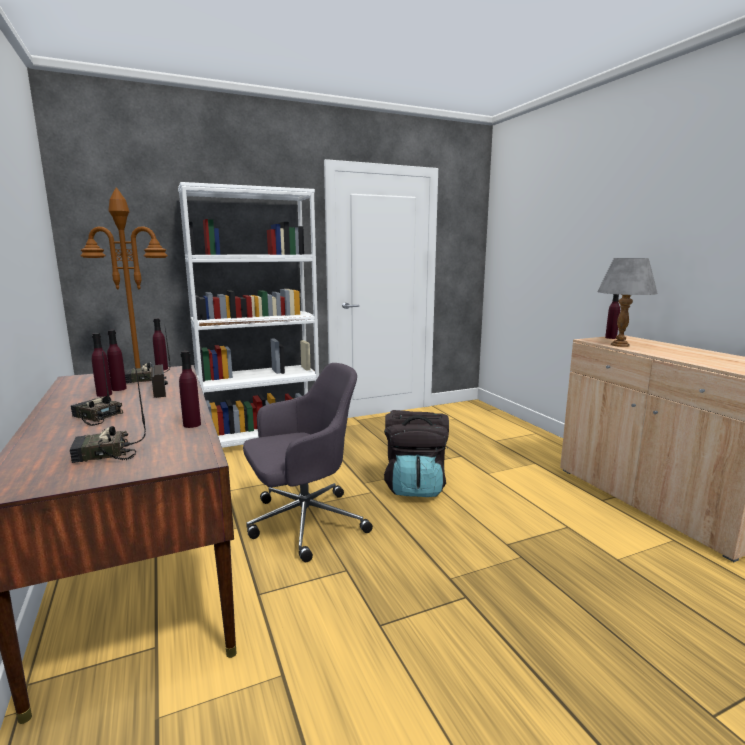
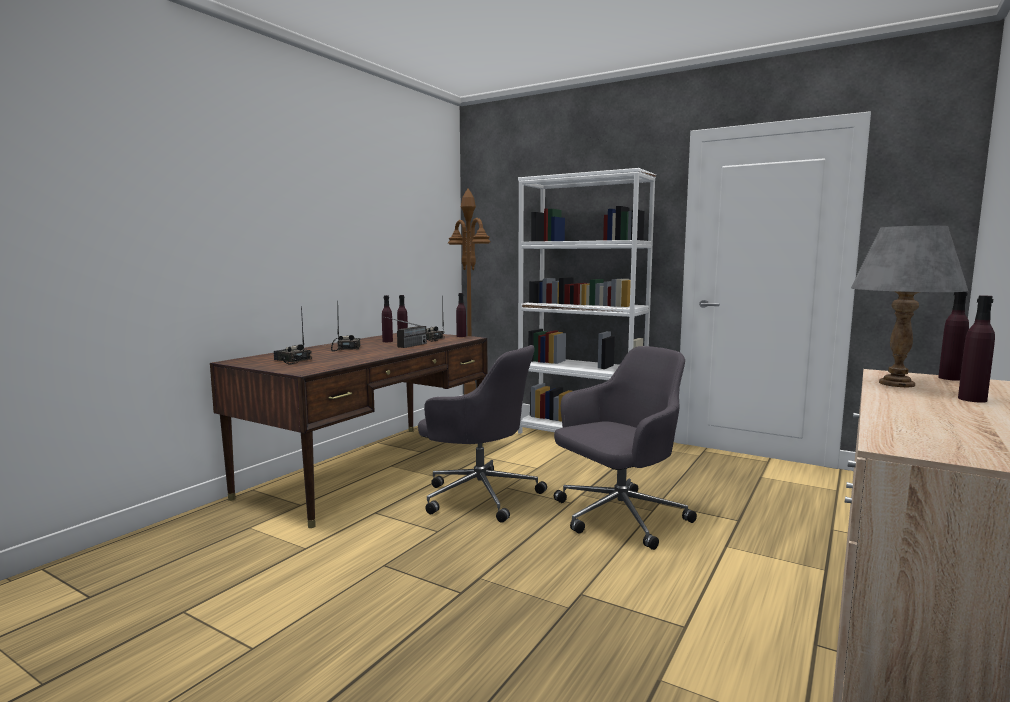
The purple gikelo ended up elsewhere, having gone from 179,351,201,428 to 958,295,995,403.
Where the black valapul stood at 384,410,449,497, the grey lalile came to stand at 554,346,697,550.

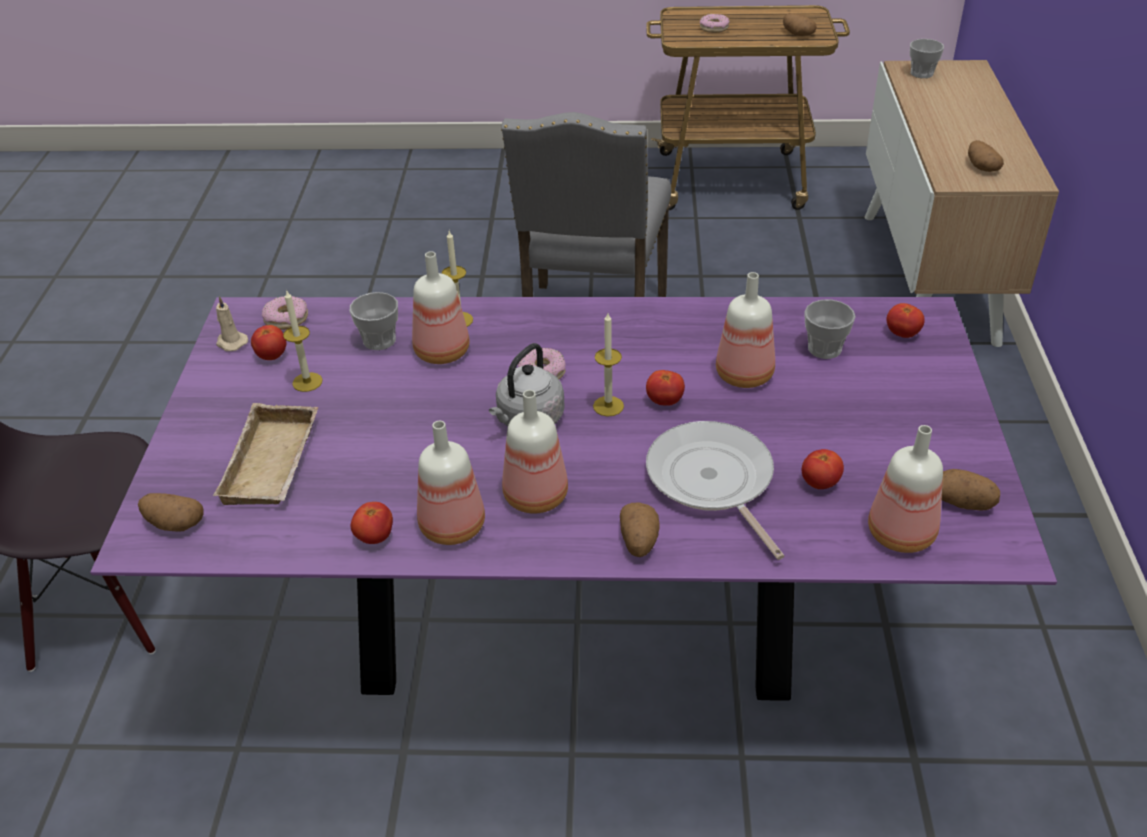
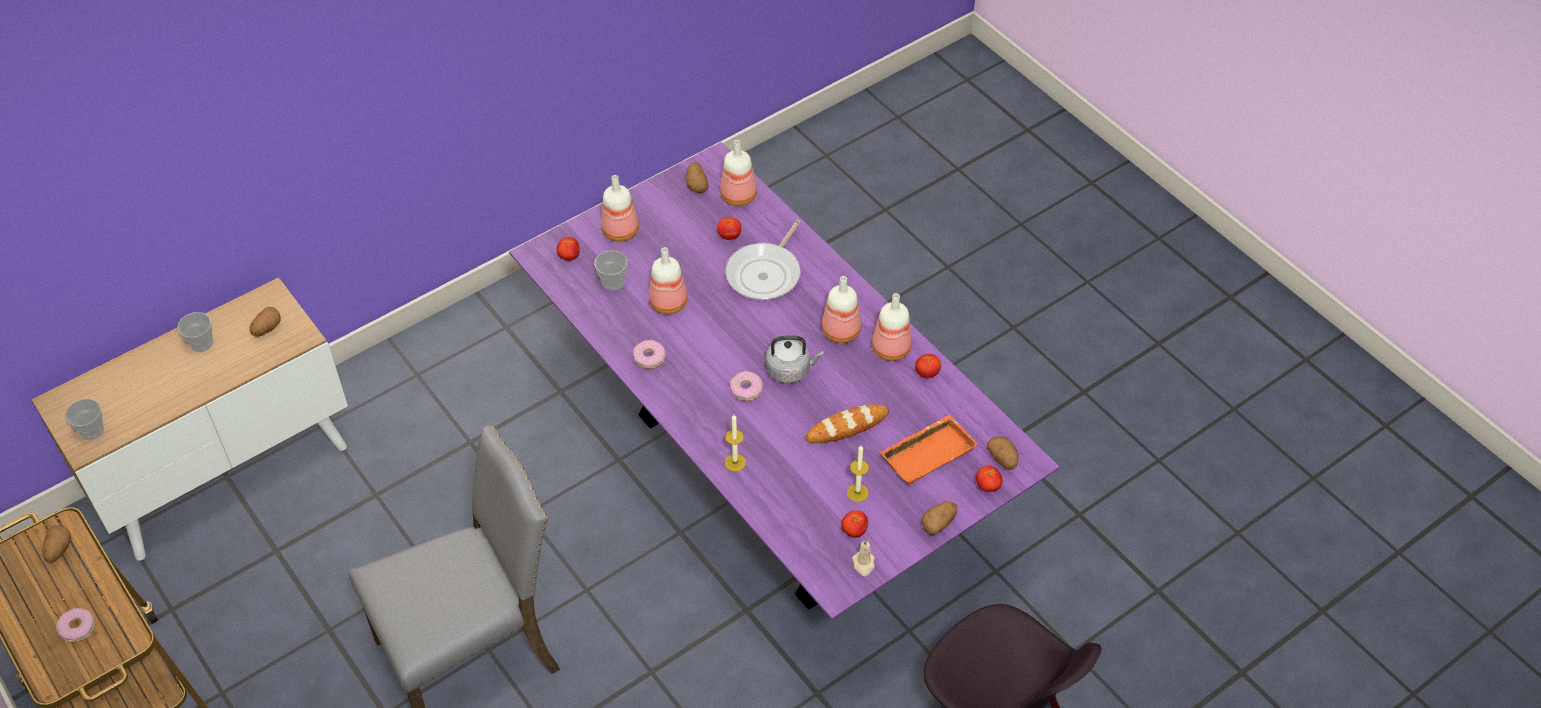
What was the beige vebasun at 213,403,318,505 turned into the orange vebasun at 880,415,977,485.
The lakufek ended up elsewhere, having gone from 262,296,308,330 to 633,340,666,369.
The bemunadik ended up elsewhere, having gone from 350,292,398,350 to 177,312,213,352.
The gikelo ended up elsewhere, having gone from 412,251,470,364 to 601,175,639,242.
The second view lost the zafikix at 593,313,624,417.
The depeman ended up elsewhere, having gone from 620,503,660,557 to 922,501,957,535.
The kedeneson ended up elsewhere, having gone from 646,370,685,406 to 976,465,1002,492.
The second view gained the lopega at 806,404,889,443.

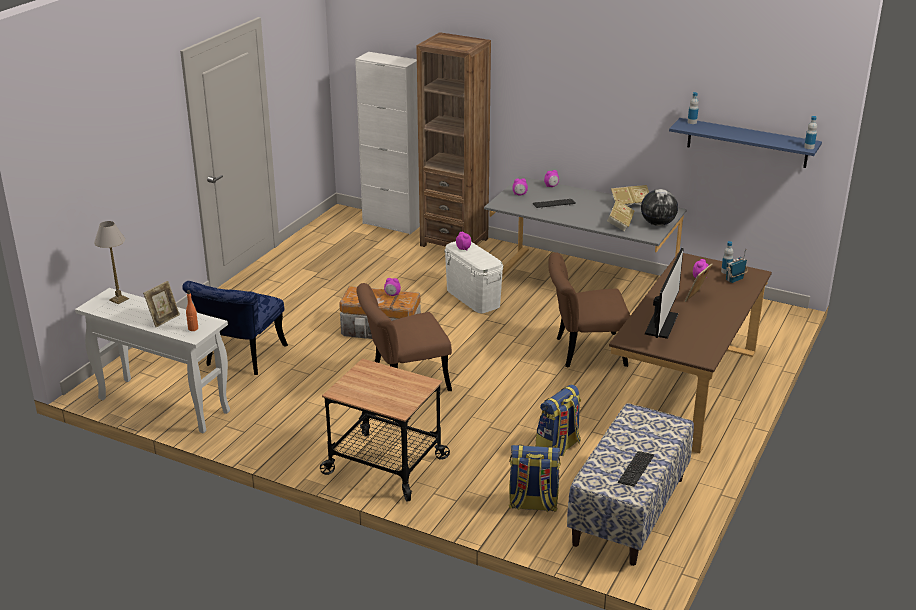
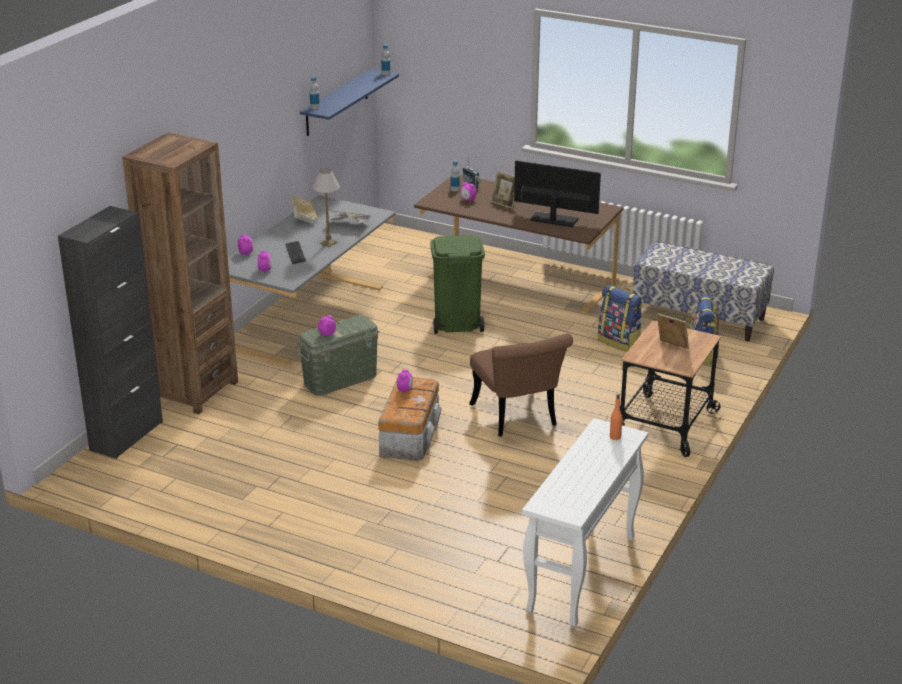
The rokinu ended up elsewhere, having gone from 94,221,129,304 to 312,169,340,247.
The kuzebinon ended up elsewhere, having gone from 143,281,180,328 to 657,313,689,349.
The second view lost the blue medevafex at 182,281,288,375.
What was the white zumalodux at 355,52,420,235 turned into the black zumalodux at 58,206,163,459.
What was the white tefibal at 444,241,503,313 turned into the green tefibal at 298,315,379,396.
Where the brown medevafex stood at 549,252,630,368, the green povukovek came to stand at 430,235,485,334.
The second view lost the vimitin at 618,451,654,487.
The second view lost the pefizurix at 641,189,678,226.

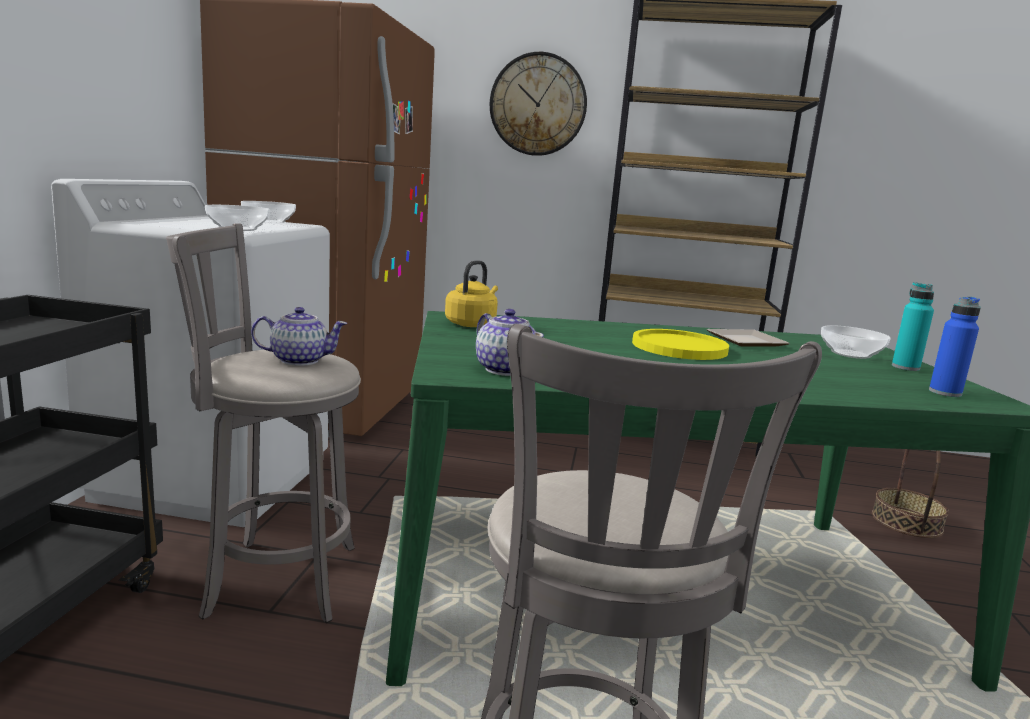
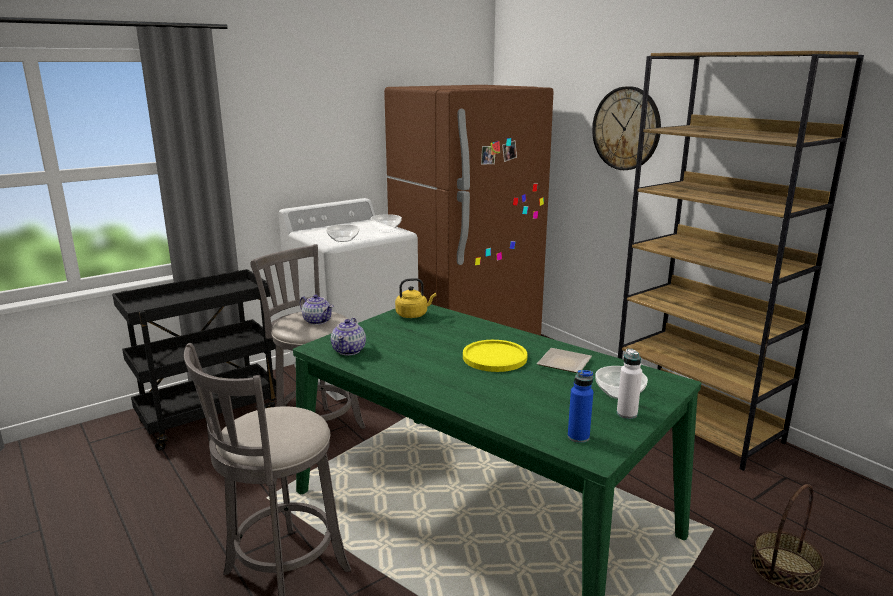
What was the turquoise gikelo at 892,282,934,371 turned into the white gikelo at 617,348,642,419.

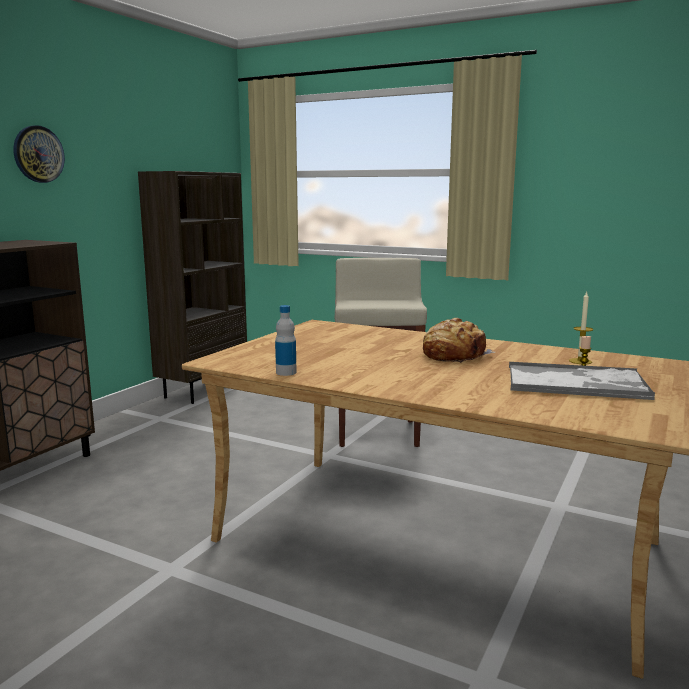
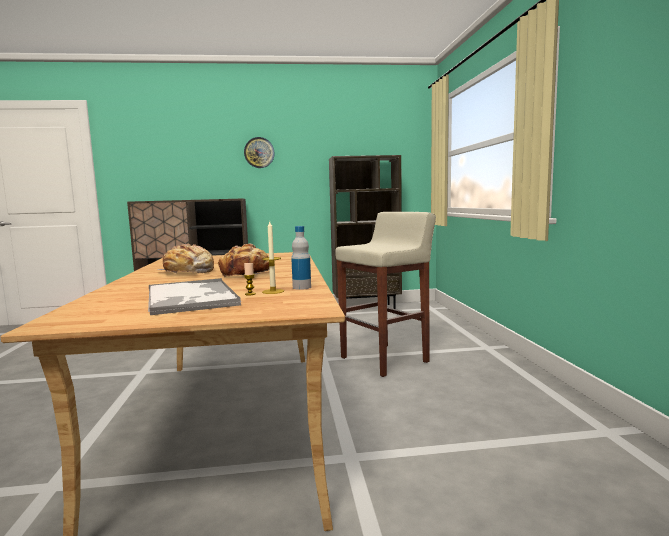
The gikelo ended up elsewhere, having gone from 275,305,297,376 to 291,226,311,290.
The second view gained the lopega at 157,244,214,274.

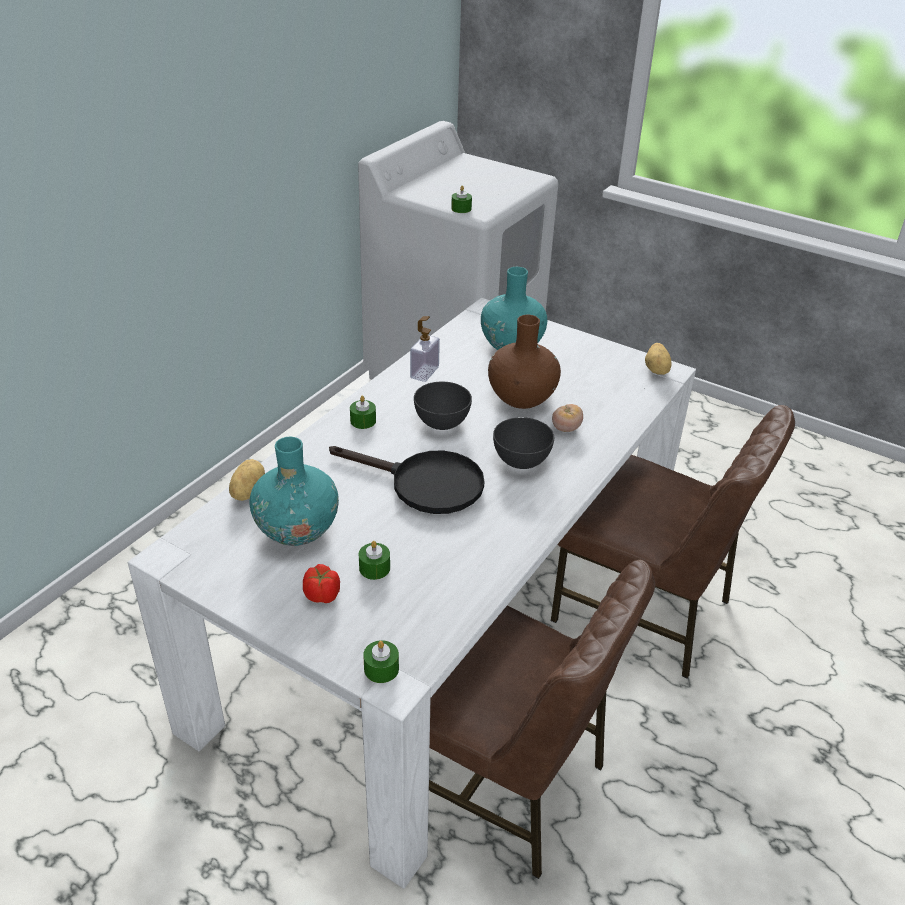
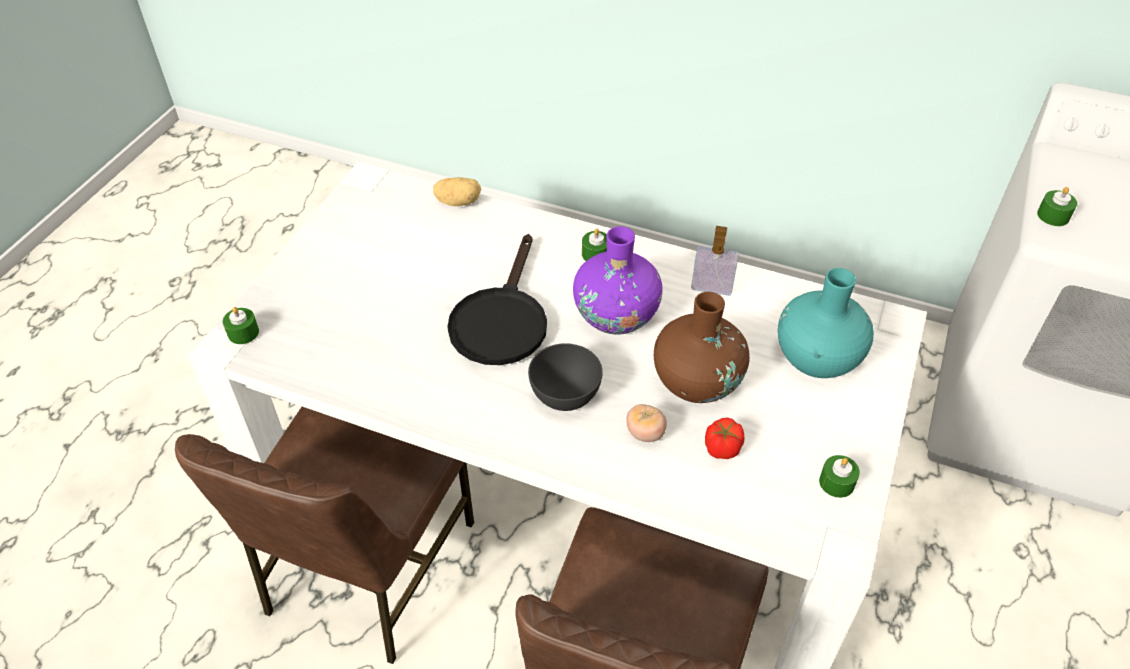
The second view lost the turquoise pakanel at 249,437,339,546.
The kedeneson ended up elsewhere, having gone from 303,564,340,603 to 705,417,744,459.
The green zafikix ended up elsewhere, having gone from 359,541,390,580 to 819,455,860,498.
Where the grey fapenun stood at 414,382,472,430, the purple pakanel came to stand at 573,226,663,335.
The second view lost the depeman at 645,343,671,375.

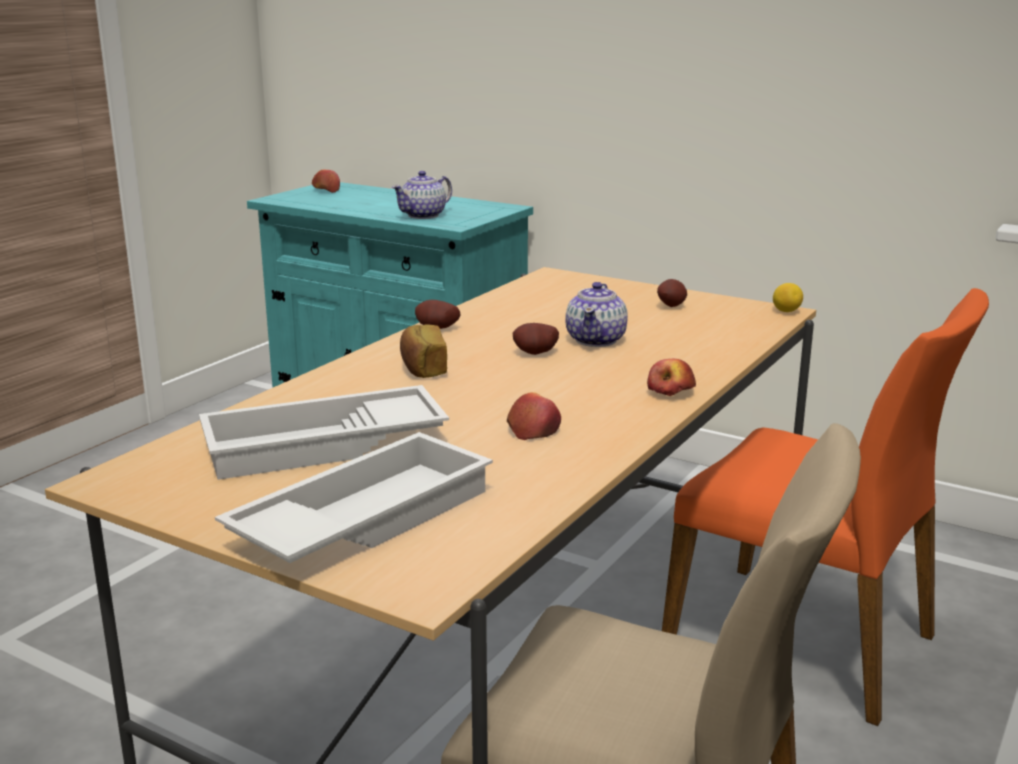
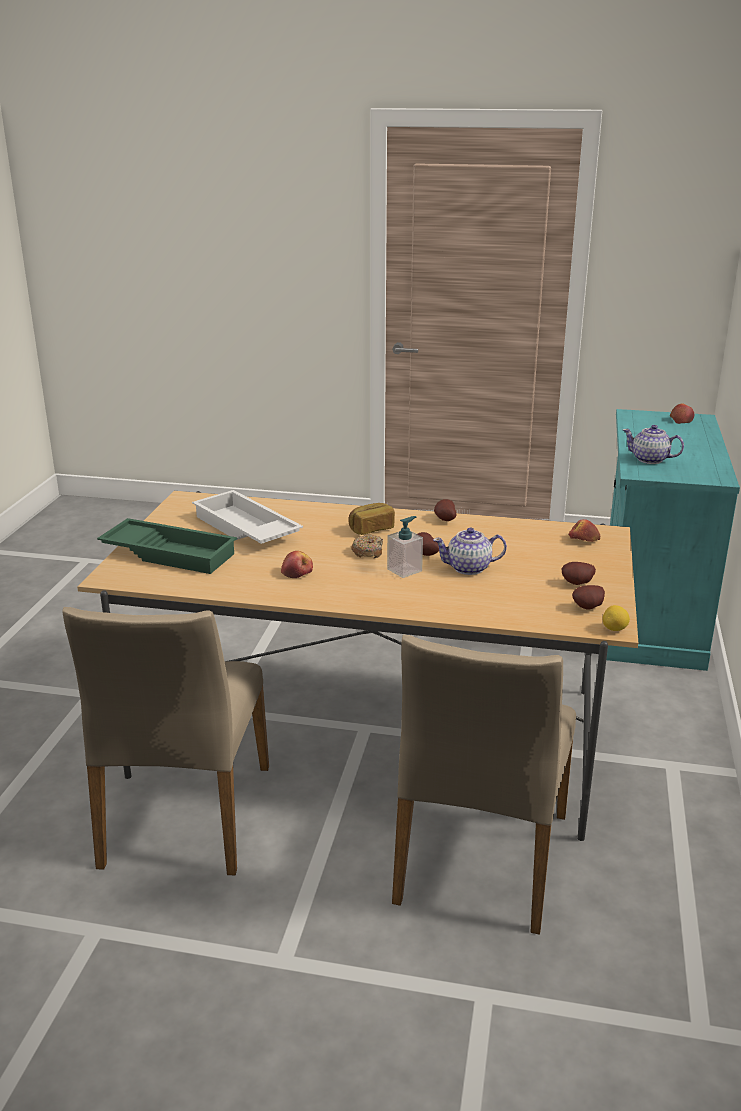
What was the white vebasun at 215,432,493,563 turned into the green vebasun at 97,518,237,574.
The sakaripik ended up elsewhere, having gone from 647,359,696,396 to 569,519,600,542.
What was the orange medevafex at 662,288,989,726 turned into the beige medevafex at 392,634,576,935.
The second view gained the lakufek at 351,535,383,558.
The second view gained the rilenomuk at 387,516,423,578.
The second view gained the depeman at 572,585,605,610.

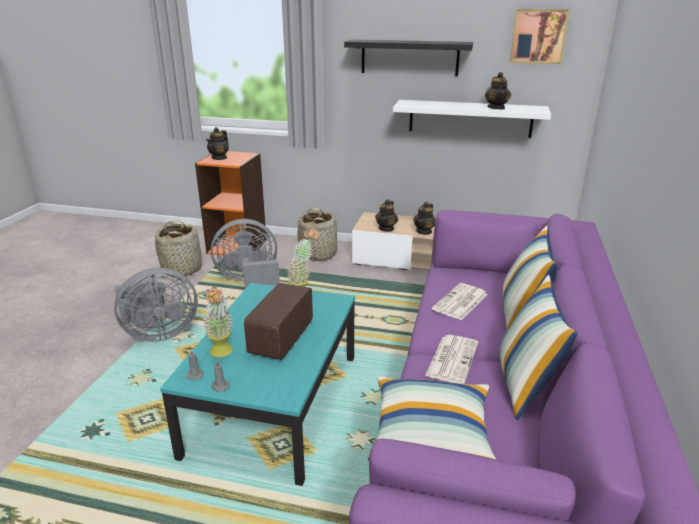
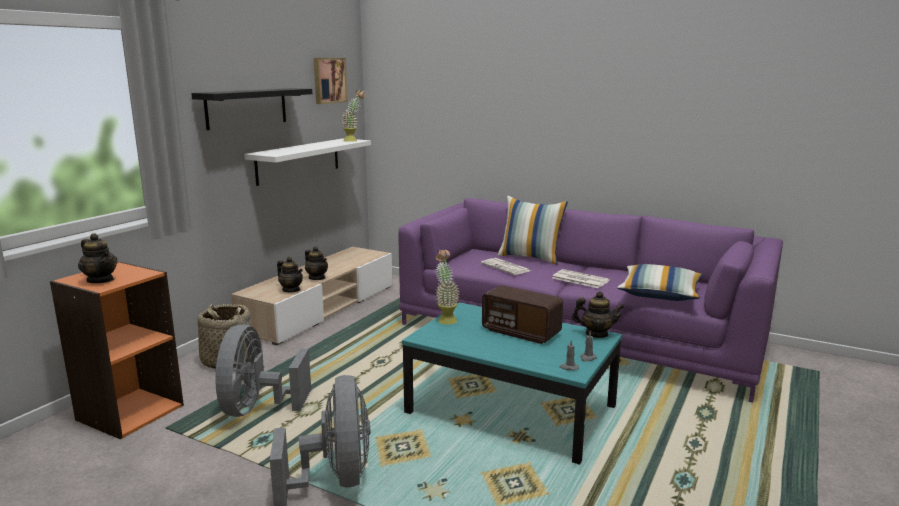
The second view lost the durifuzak at 155,221,202,277.
The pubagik ended up elsewhere, having gone from 202,286,234,357 to 342,90,365,142.
The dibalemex ended up elsewhere, having gone from 485,72,511,109 to 572,291,625,338.
The second view lost the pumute at 499,275,578,420.

